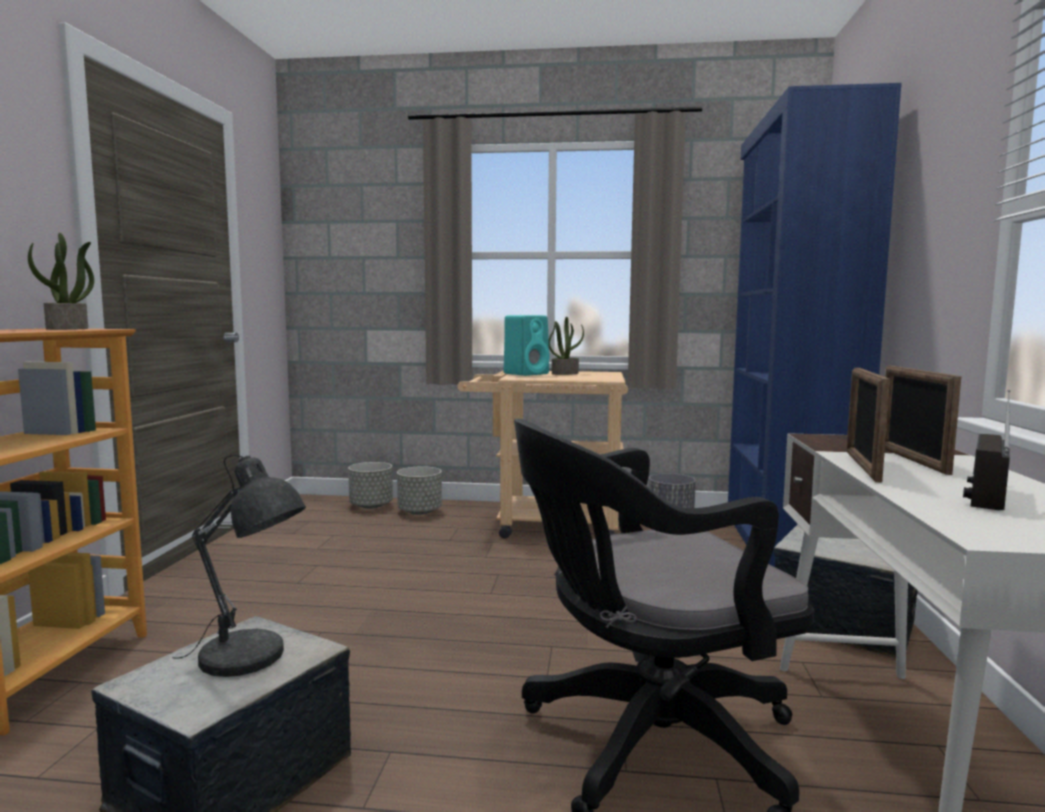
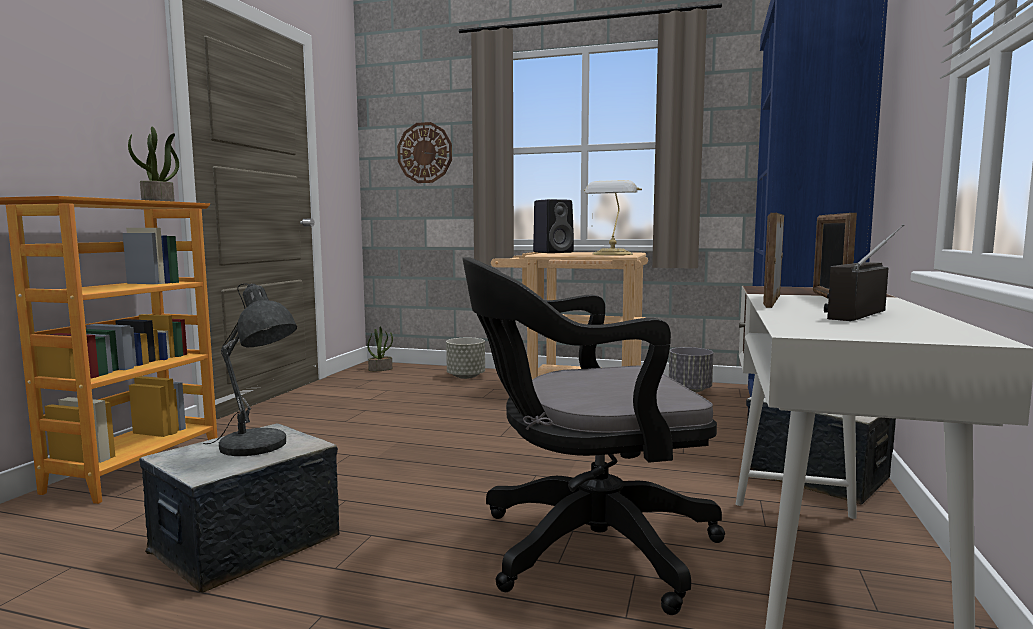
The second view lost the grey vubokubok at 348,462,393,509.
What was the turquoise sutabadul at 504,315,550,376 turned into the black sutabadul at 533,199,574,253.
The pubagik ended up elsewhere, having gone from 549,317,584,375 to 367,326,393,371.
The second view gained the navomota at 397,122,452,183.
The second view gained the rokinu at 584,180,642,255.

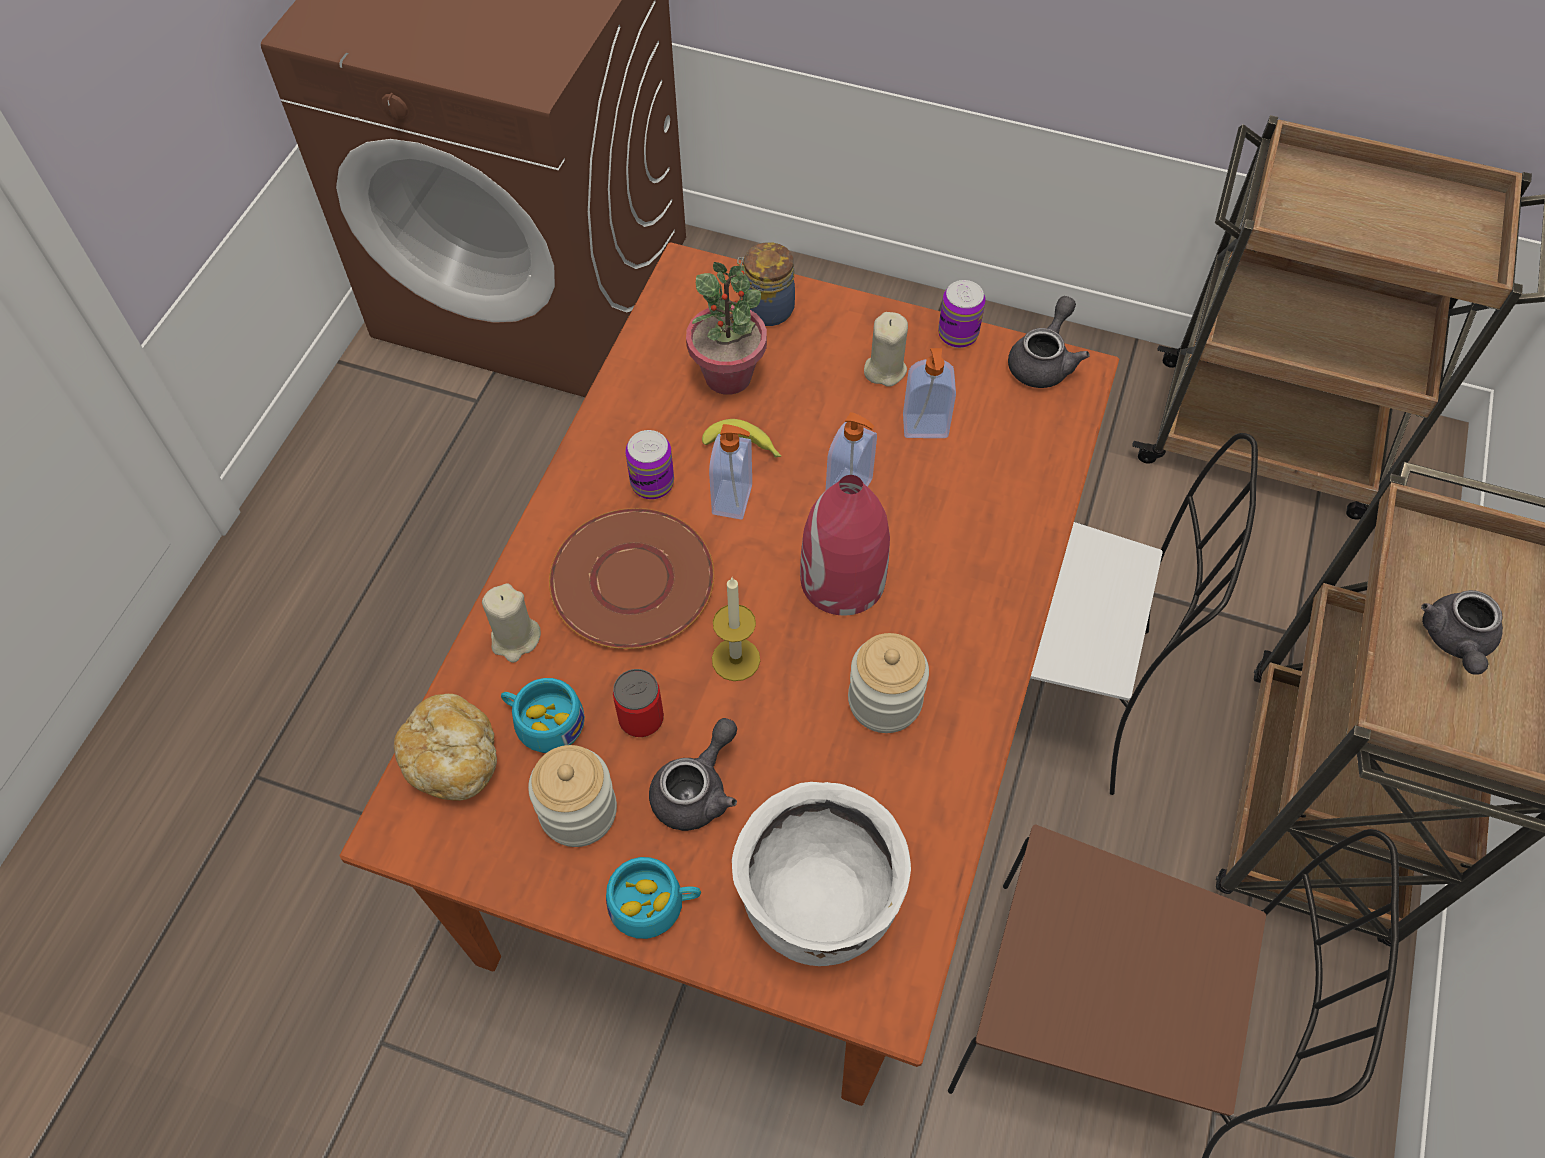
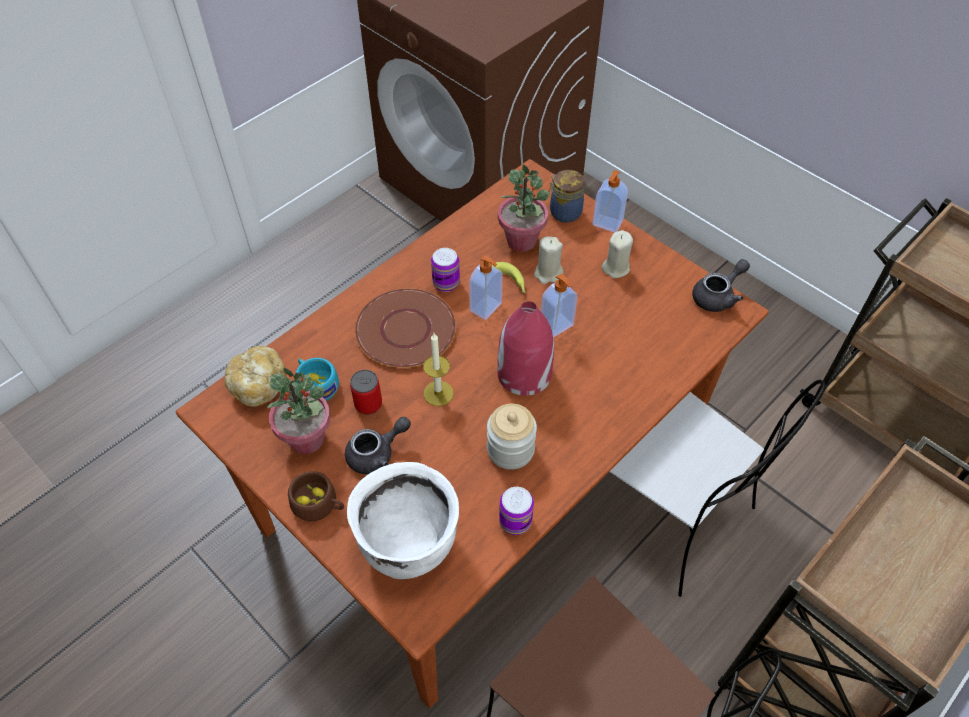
The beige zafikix ended up elsewhere, having gone from 482,583,541,663 to 534,236,564,284.
Where the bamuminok stood at 528,745,617,847, the pubagik came to stand at 267,368,330,454.
What was the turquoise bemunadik at 606,857,701,939 turned into the brown bemunadik at 288,471,344,521.
The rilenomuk ended up elsewhere, having gone from 903,348,956,438 to 592,170,628,233.
The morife ended up elsewhere, having gone from 938,280,986,348 to 499,487,534,535.
The second view lost the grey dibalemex at 1421,590,1503,675.

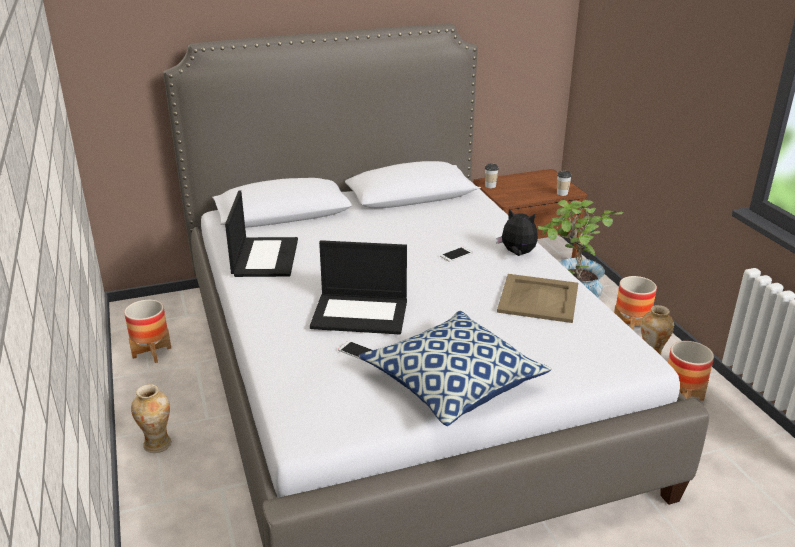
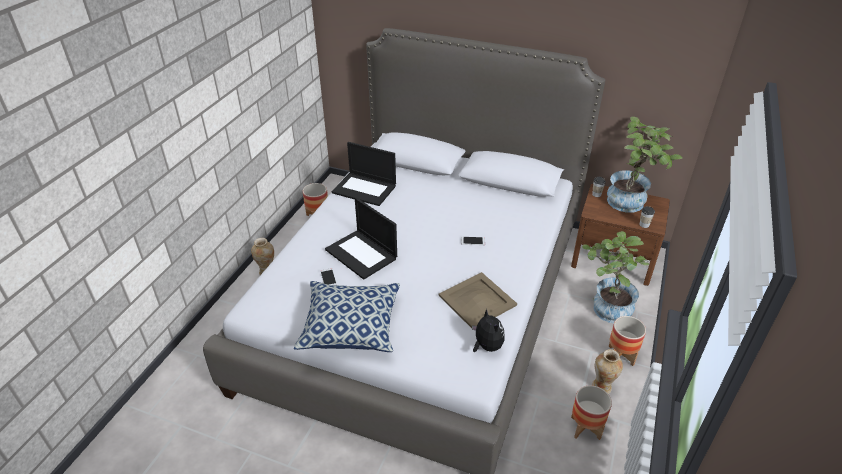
The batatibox at 225,191,298,277 ended up facing another way, 75 degrees clockwise from before.
The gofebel ended up elsewhere, having gone from 496,209,538,256 to 472,309,505,352.
The second view gained the pubagik at 607,117,683,213.

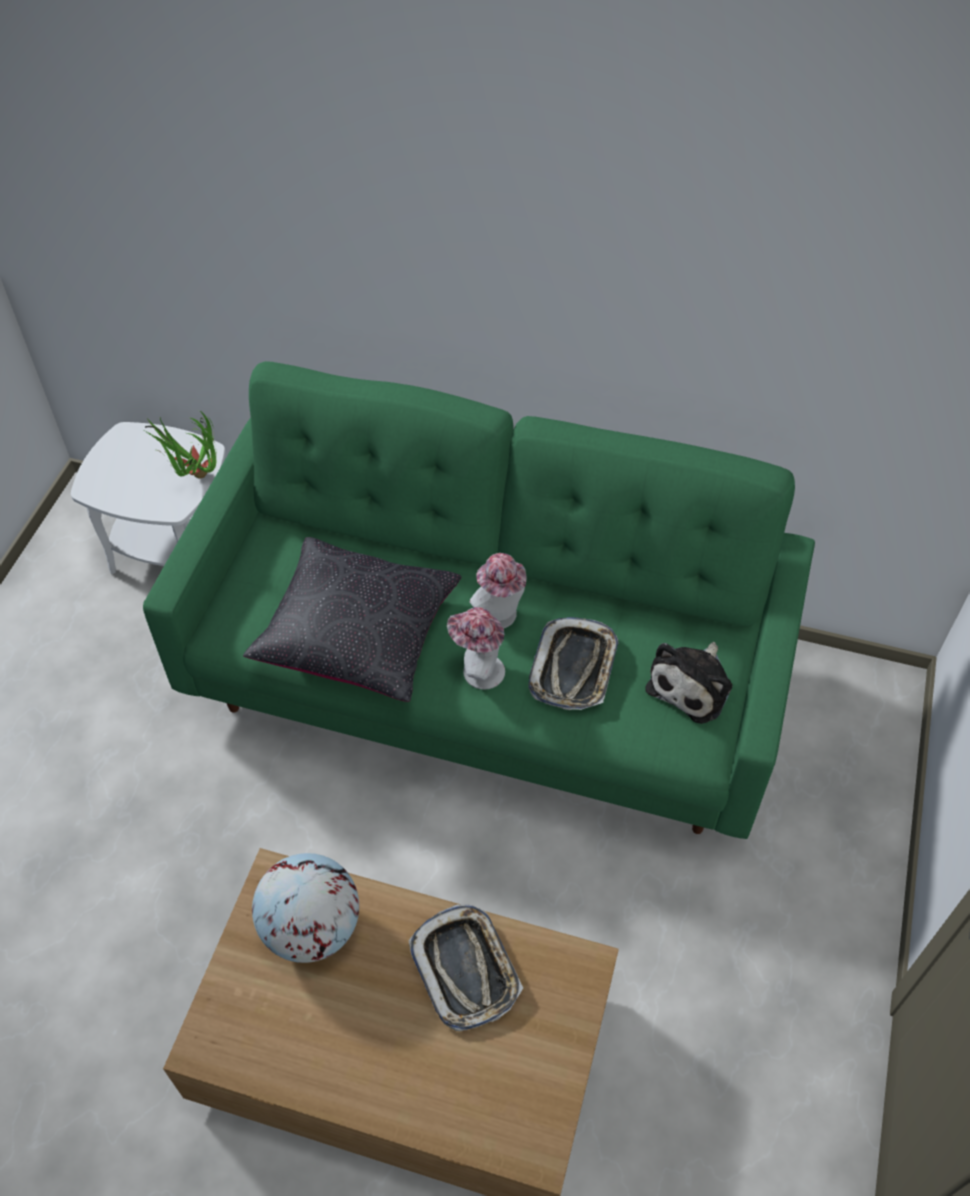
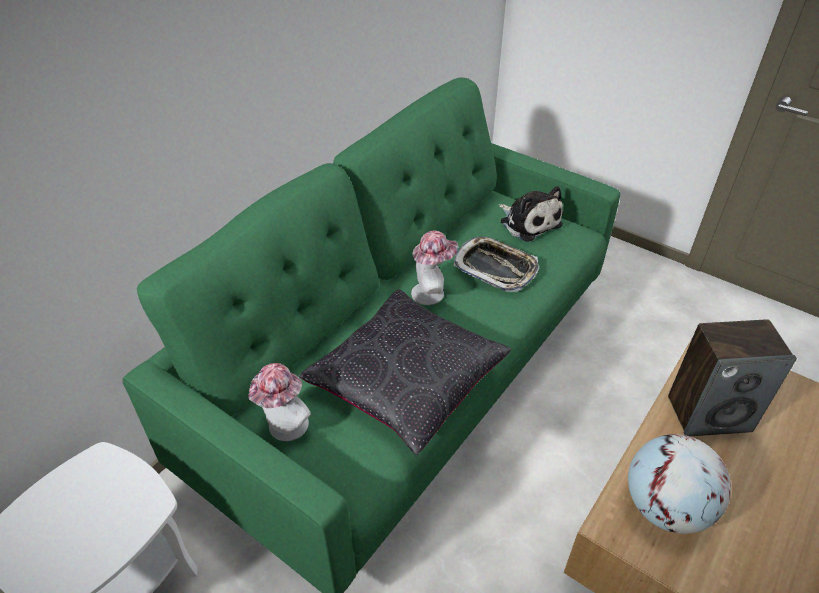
The second view lost the pubagik at 144,410,217,479.
Where the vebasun stood at 409,905,523,1031, the sutabadul came to stand at 668,319,797,436.
The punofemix ended up elsewhere, having gone from 447,607,505,690 to 248,363,311,441.

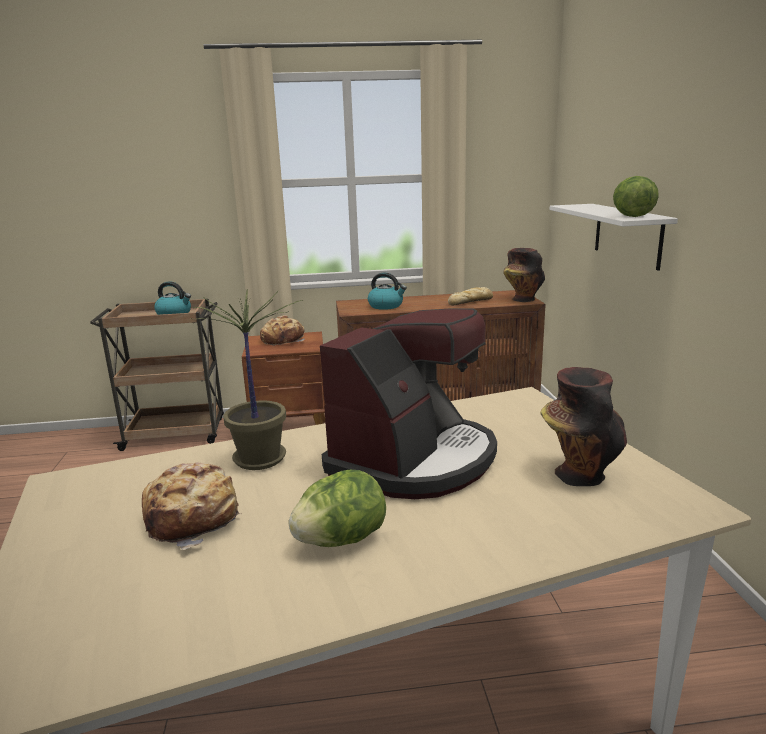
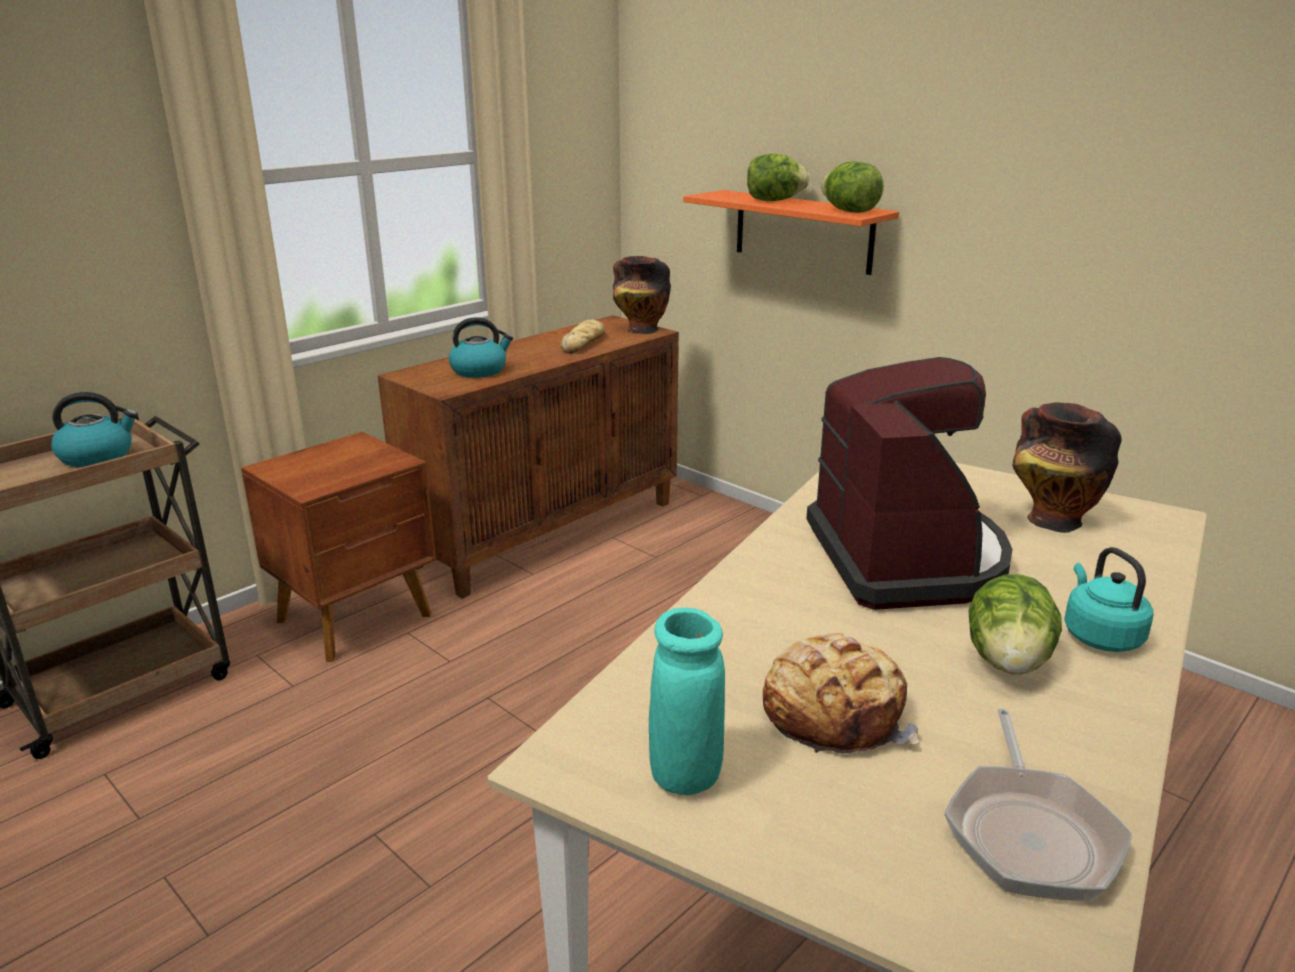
The second view lost the pubagik at 191,289,303,470.
The second view lost the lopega at 260,315,305,346.
What was the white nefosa at 549,204,678,271 turned into the orange nefosa at 683,190,899,275.
The second view gained the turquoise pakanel at 649,608,725,795.
The second view gained the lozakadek at 747,154,809,201.
The second view gained the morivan at 944,708,1132,901.
The second view gained the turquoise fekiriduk at 1064,547,1153,652.

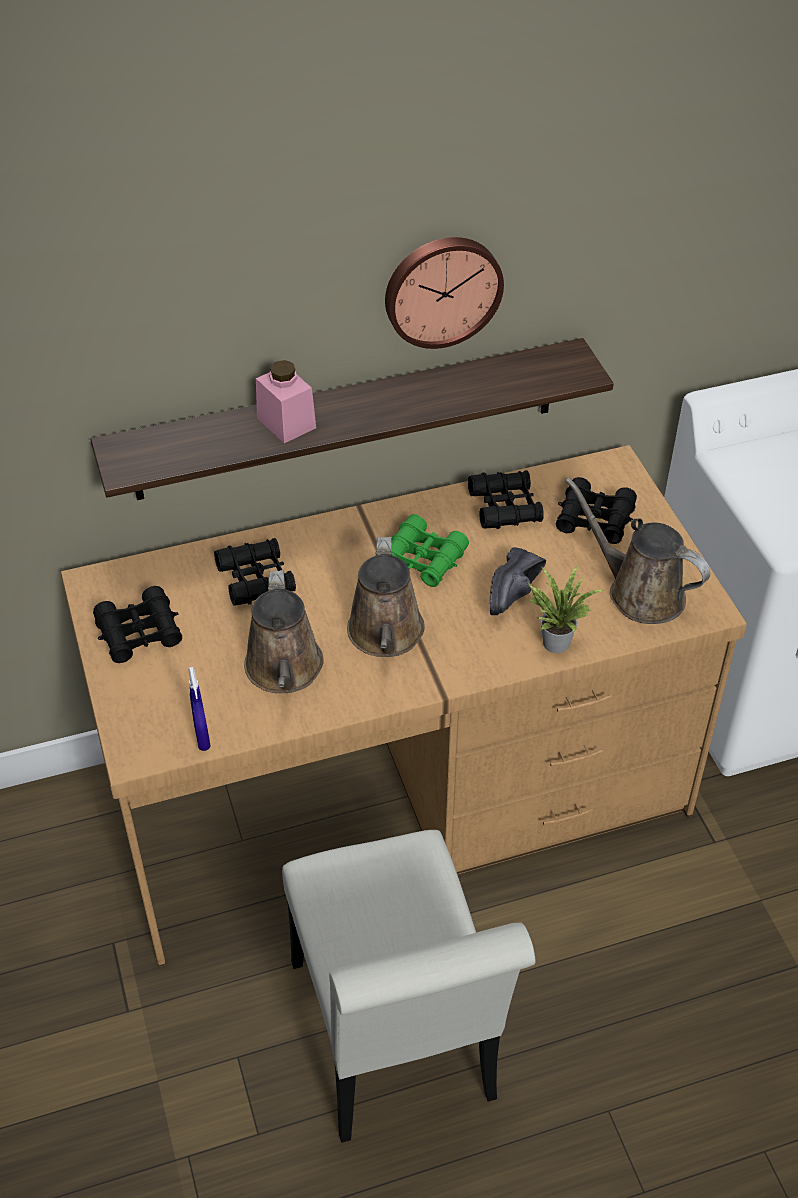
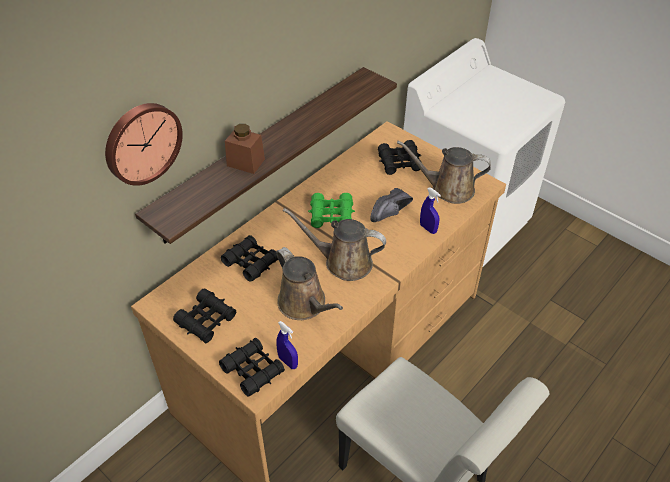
What was the pink bamuminok at 256,360,316,443 turned into the brown bamuminok at 225,124,265,174.
The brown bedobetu at 347,537,425,657 ended up facing another way, 135 degrees clockwise from before.
The navomota ended up elsewhere, having gone from 385,237,504,349 to 105,103,183,186.
The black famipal ended up elsewhere, having gone from 468,470,544,529 to 219,338,285,397.
The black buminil at 490,547,546,615 ended up facing another way, 45 degrees clockwise from before.
Where the pubagik stood at 528,565,605,653, the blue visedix came to stand at 420,188,441,234.

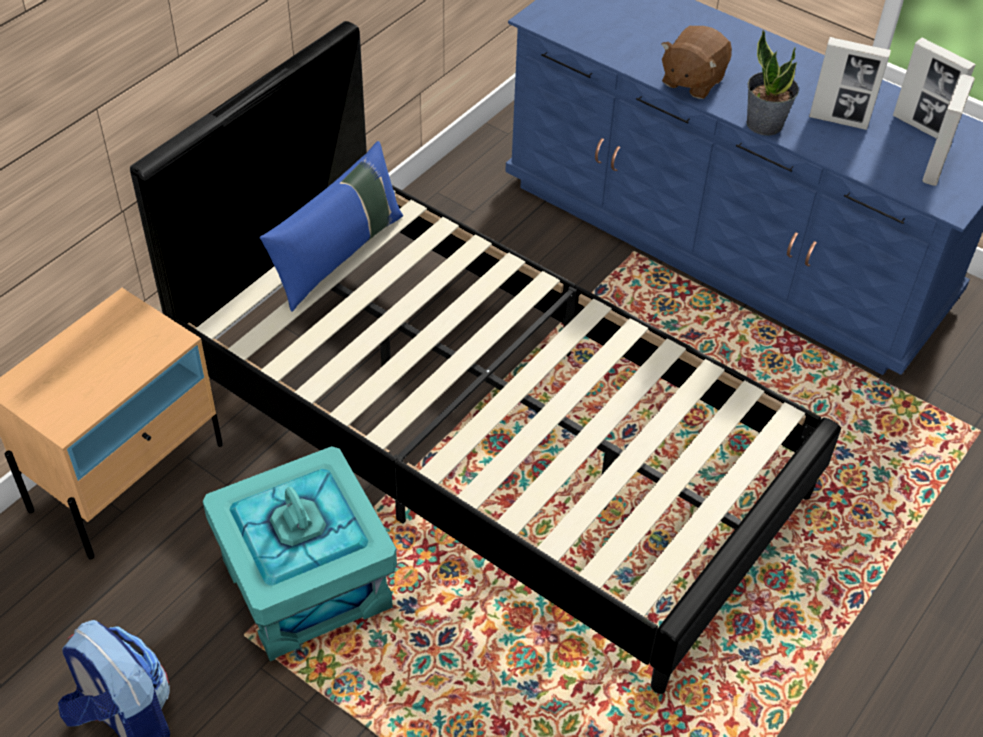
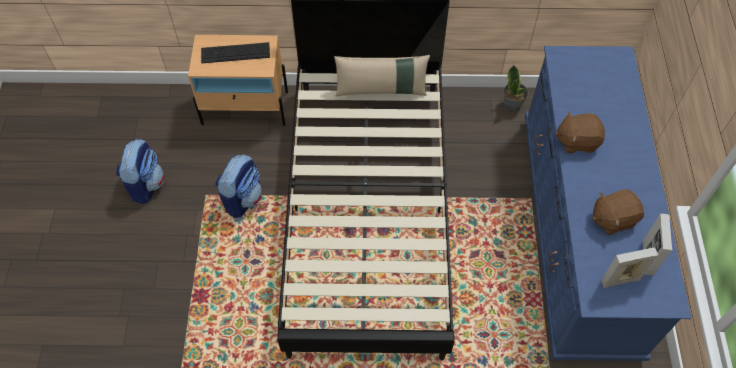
Where the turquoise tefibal stood at 203,446,397,661, the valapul came to stand at 215,155,262,218.
What was the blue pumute at 260,141,403,312 turned into the beige pumute at 334,55,430,97.
The pubagik ended up elsewhere, having gone from 746,30,799,135 to 504,65,528,112.
Where the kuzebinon stood at 809,37,891,130, the brown gofebel came to stand at 592,189,644,235.
The second view gained the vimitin at 201,42,270,63.

